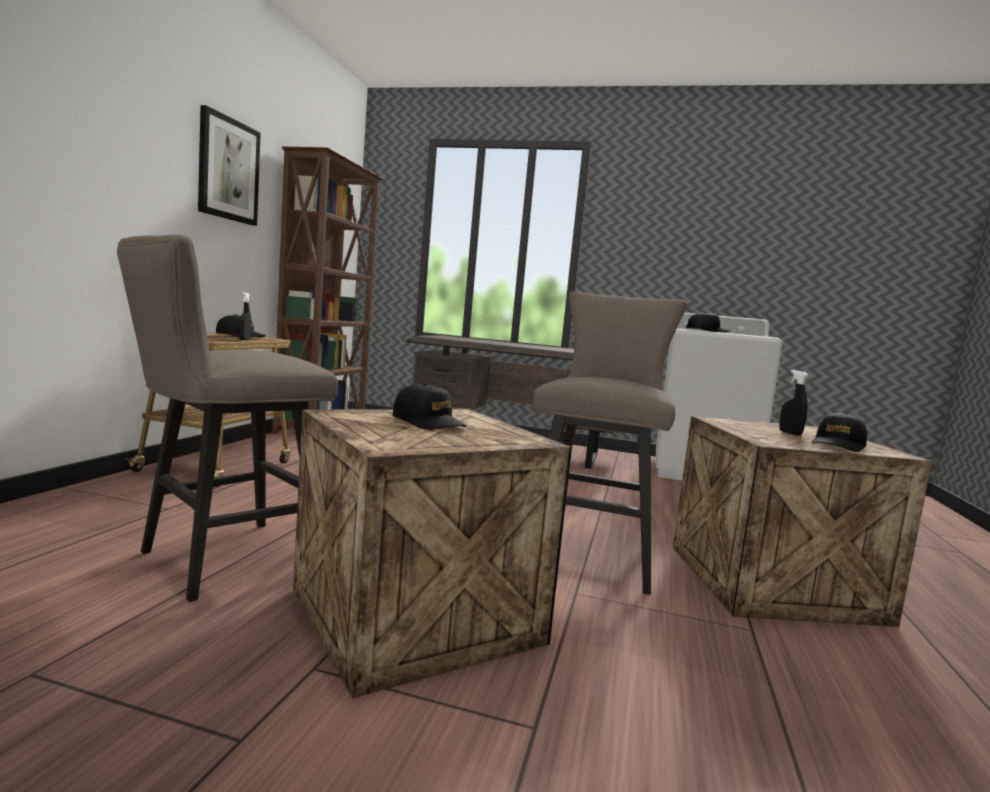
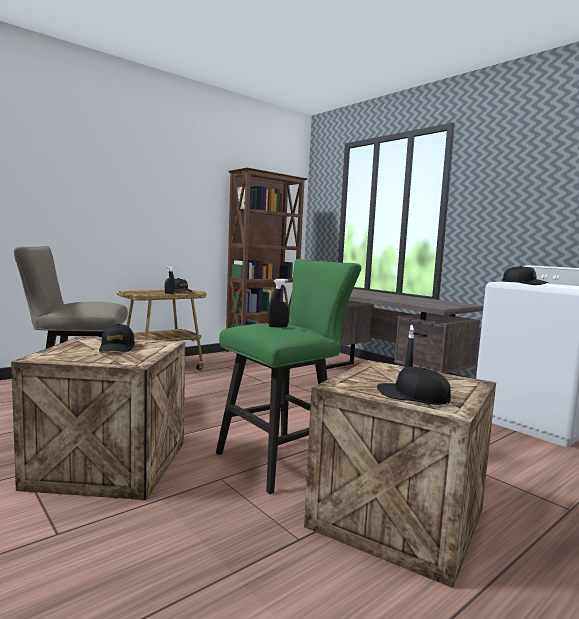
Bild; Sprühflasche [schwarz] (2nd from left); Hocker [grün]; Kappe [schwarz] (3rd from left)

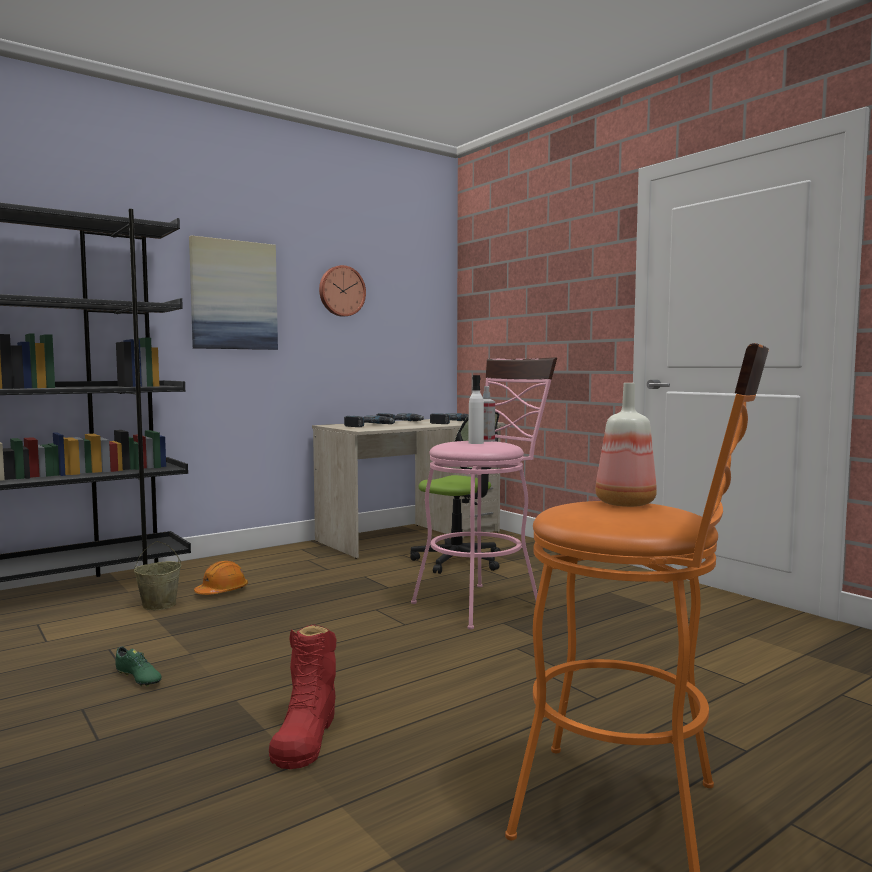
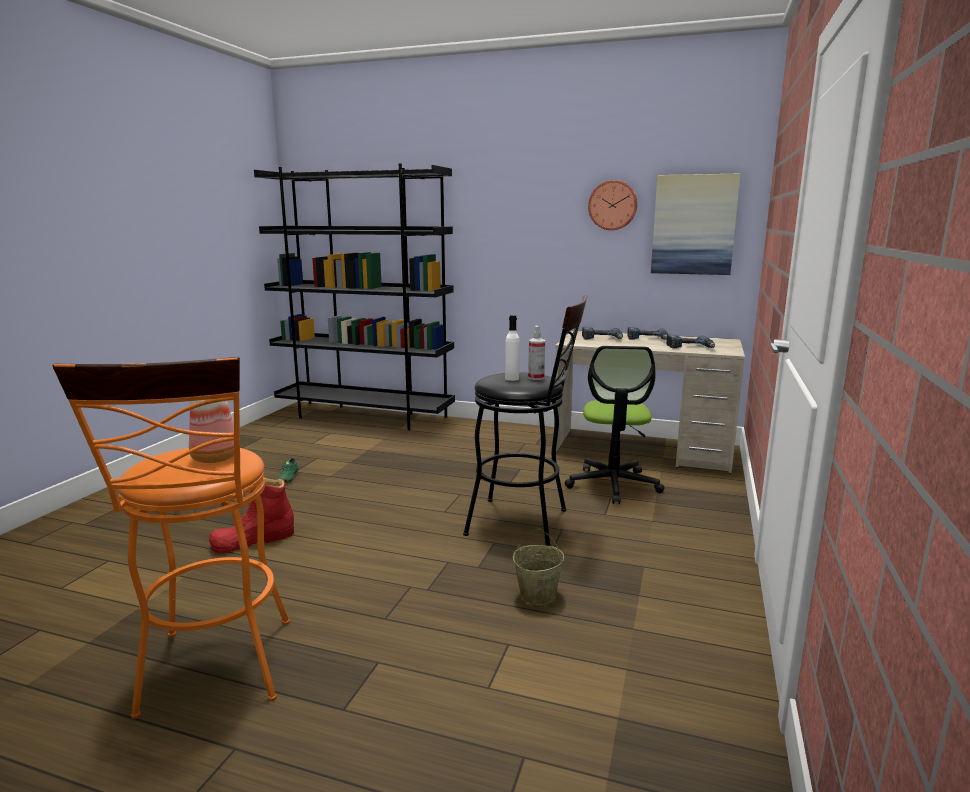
Schutzhelm [orange]; Eimer [beige]; Bild; Hocker [schwarz]

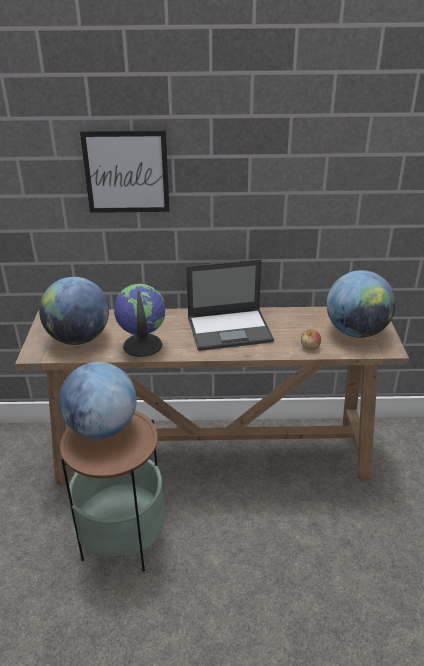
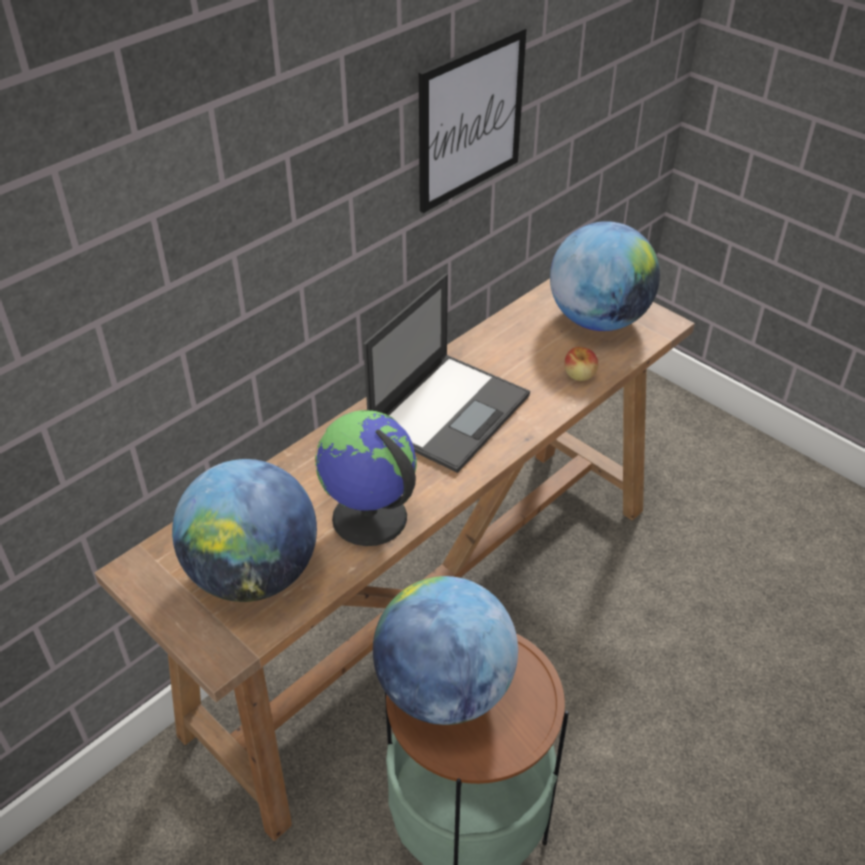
Bild

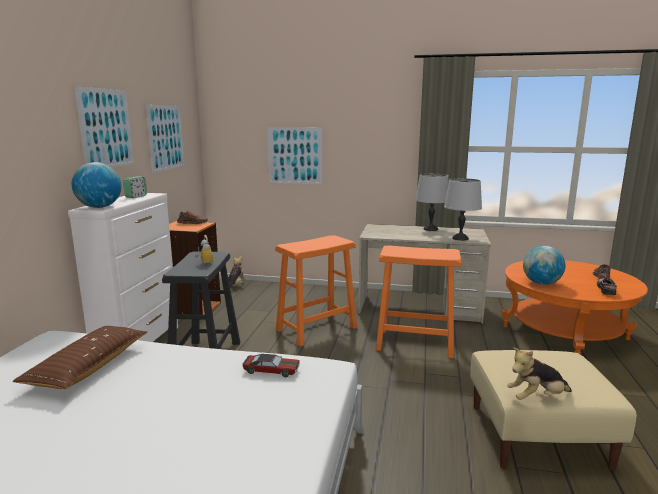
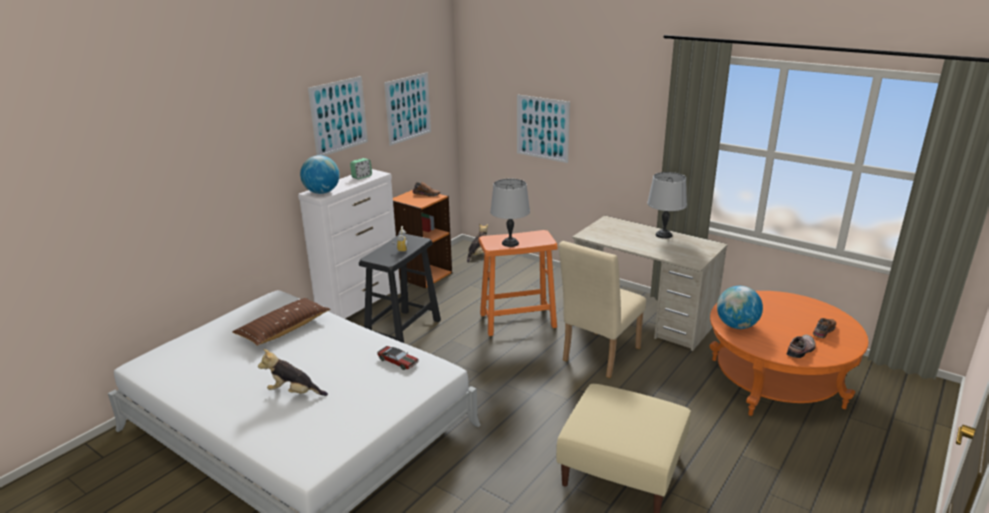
Tischlampe [grau] (1st from left); Plüschtier (1st from left); Stuhl [beige]

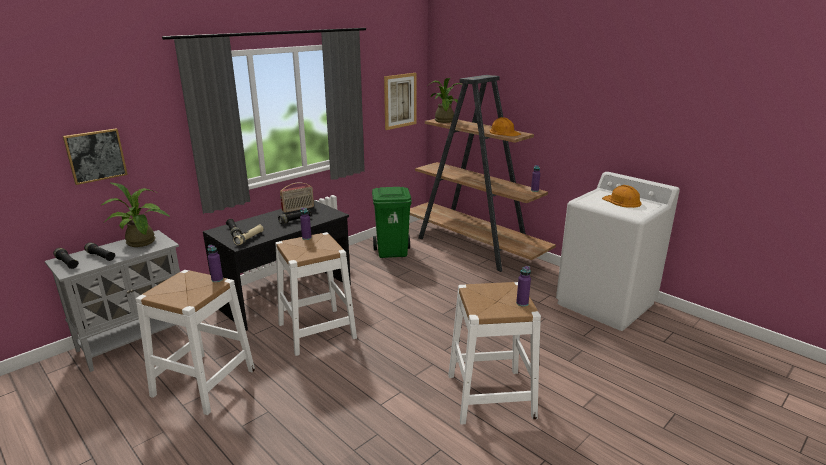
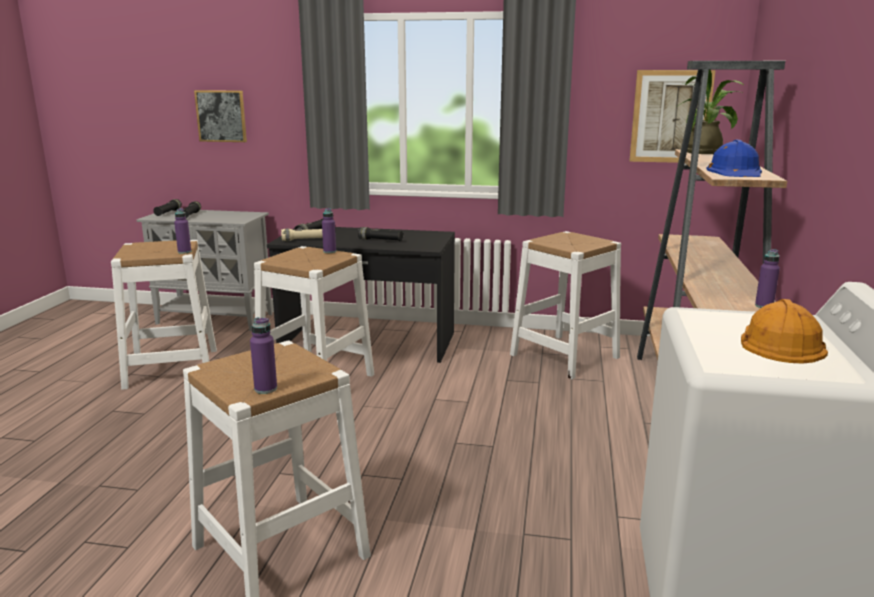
Topfpflanze (1st from left in the first image); Radio; Hocker [weiß] (4th from left); Schutzhelm [blau]

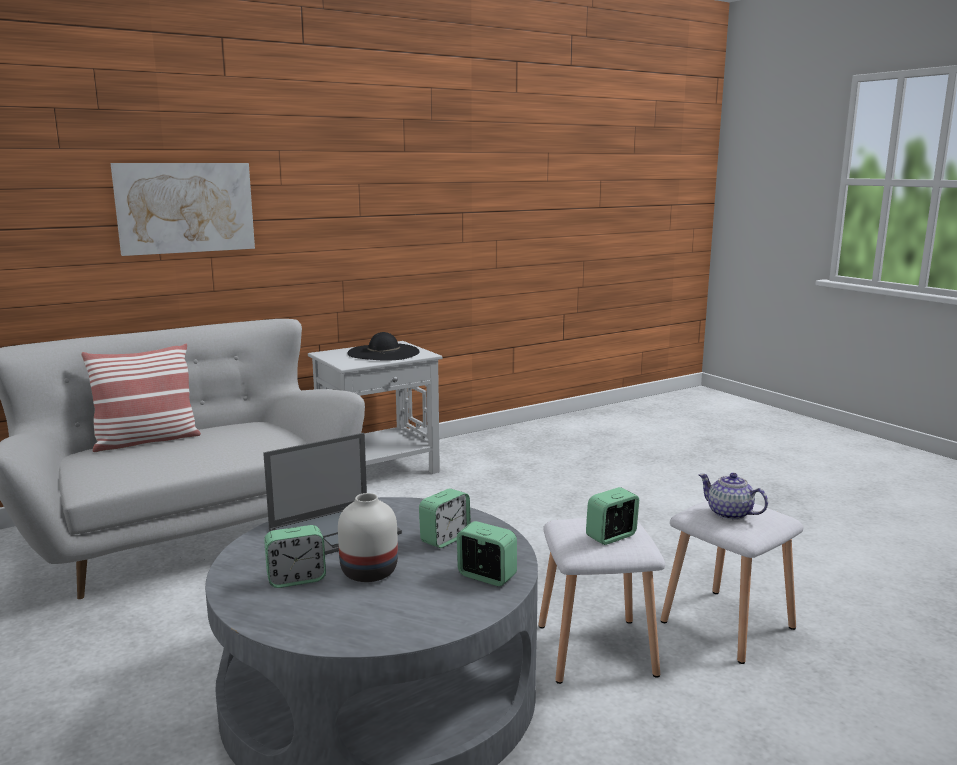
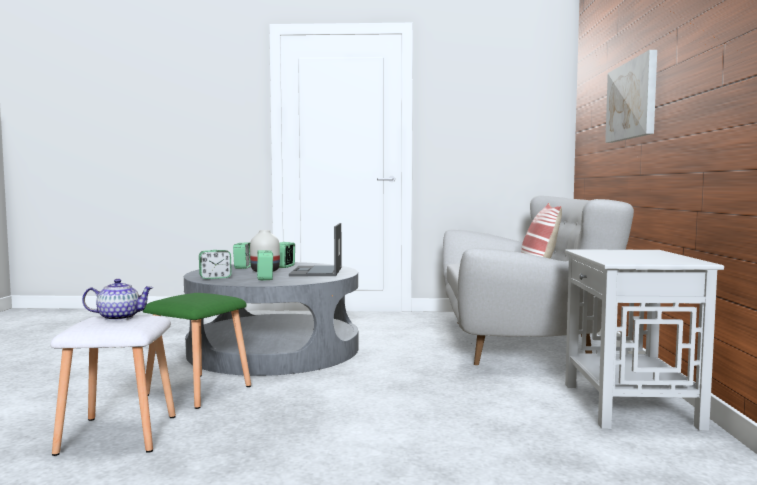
Hut [schwarz]; Wecker (2nd from left); Hocker [grün]

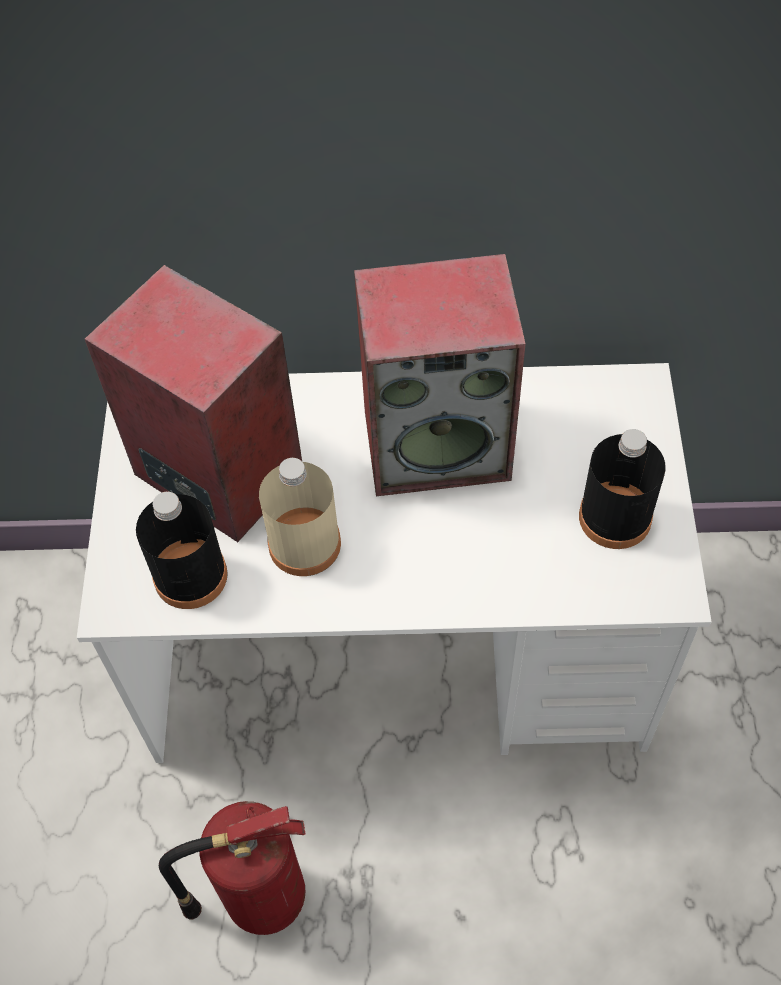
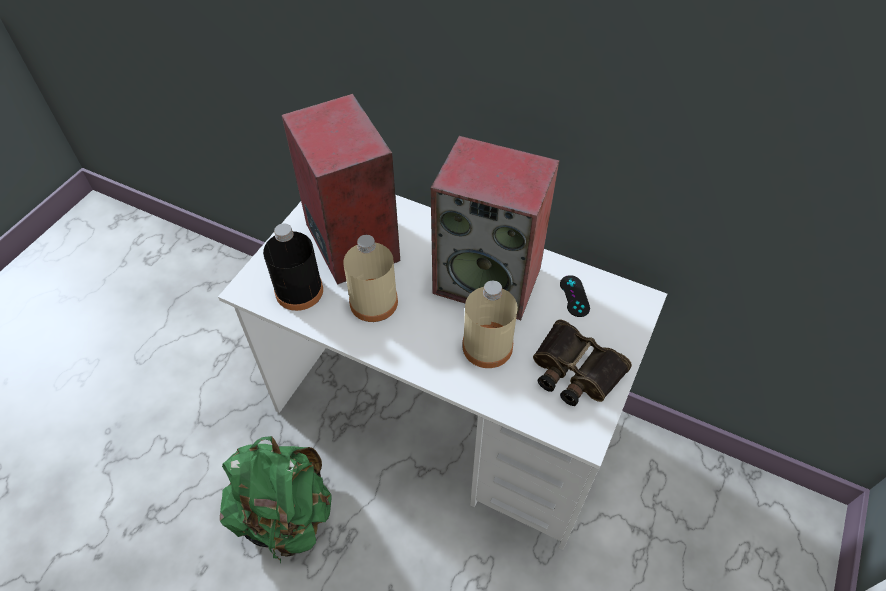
Flasche [beige] (2nd from left); Gamepad [schwarz]; Rucksack [grün]; Fernglas

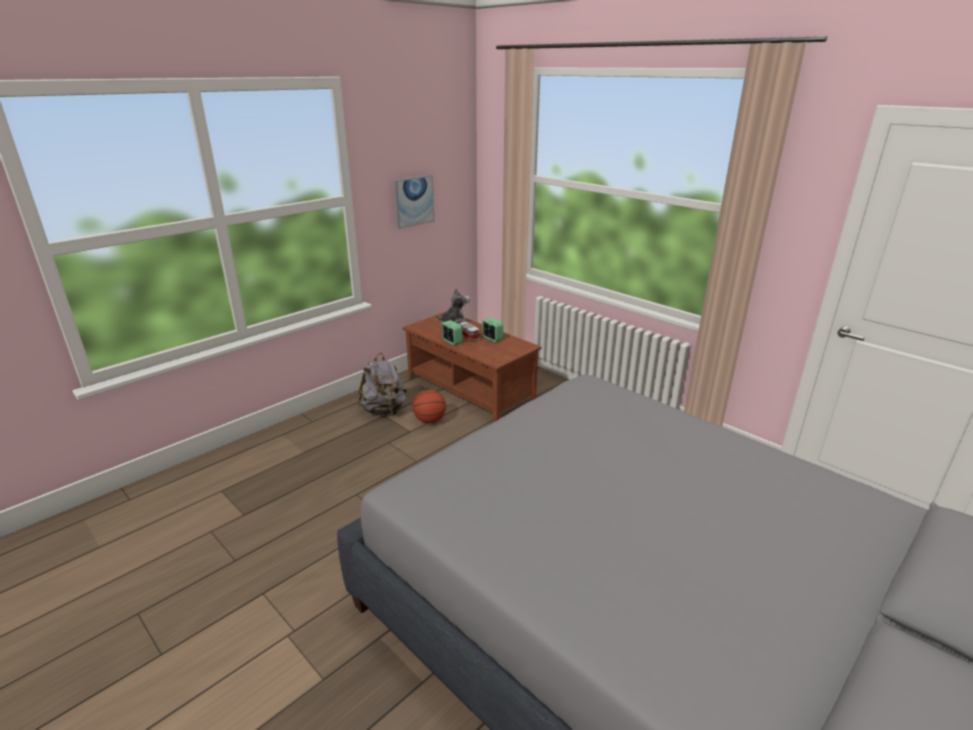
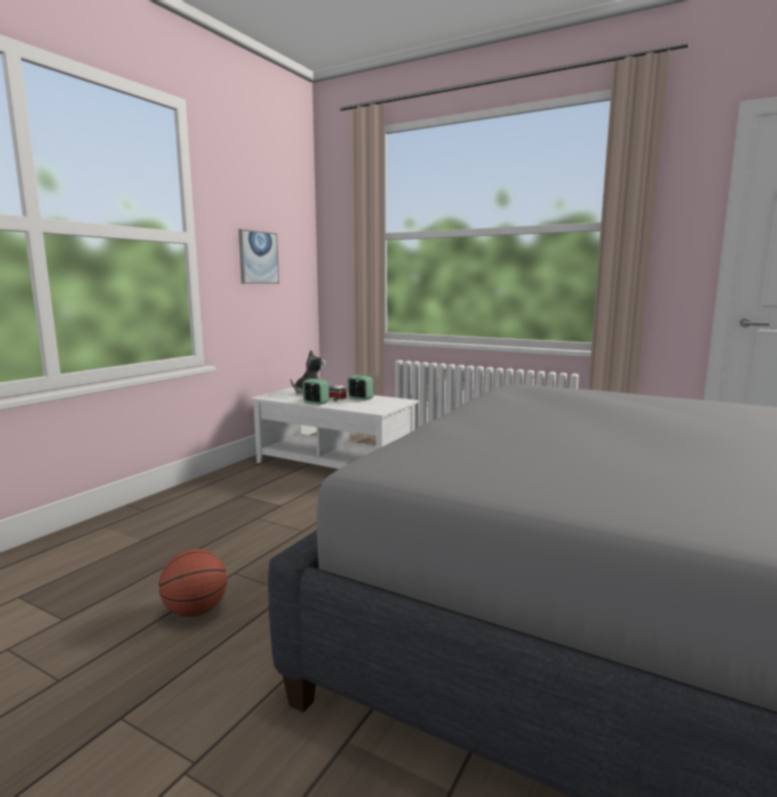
Rucksack [grau]; Basketball; Couchtisch [weiß]

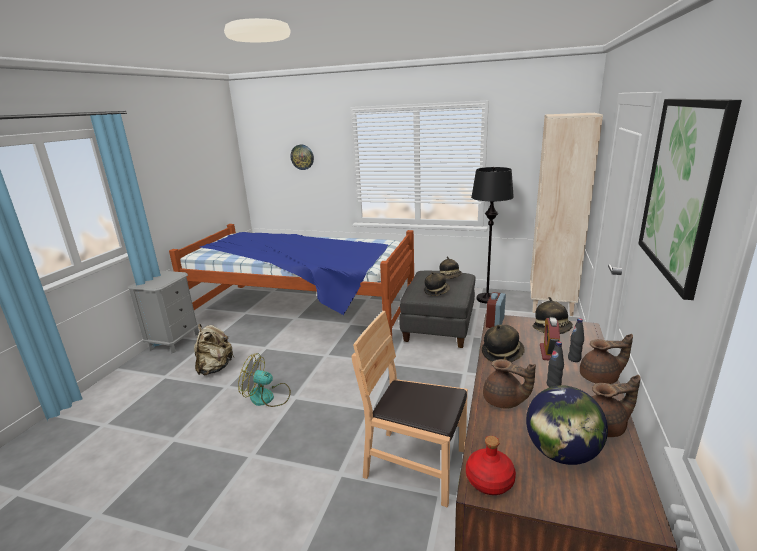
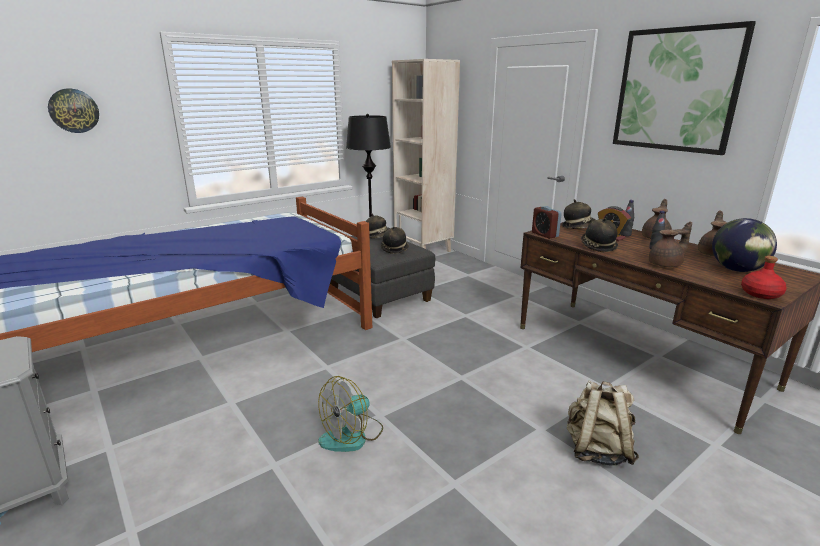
Stuhl [braun]; Rucksack [beige]

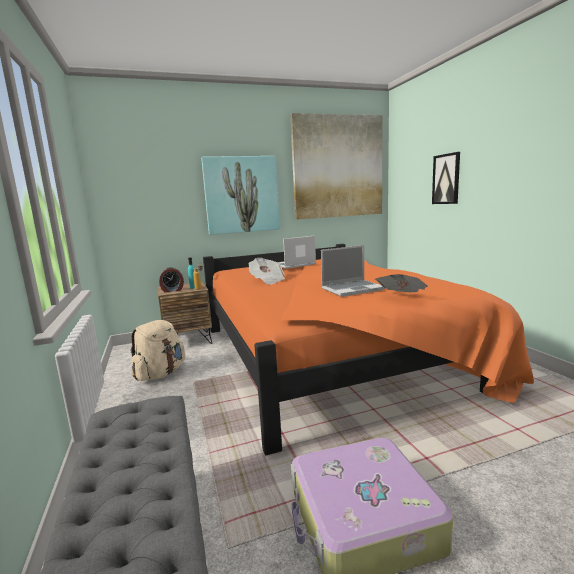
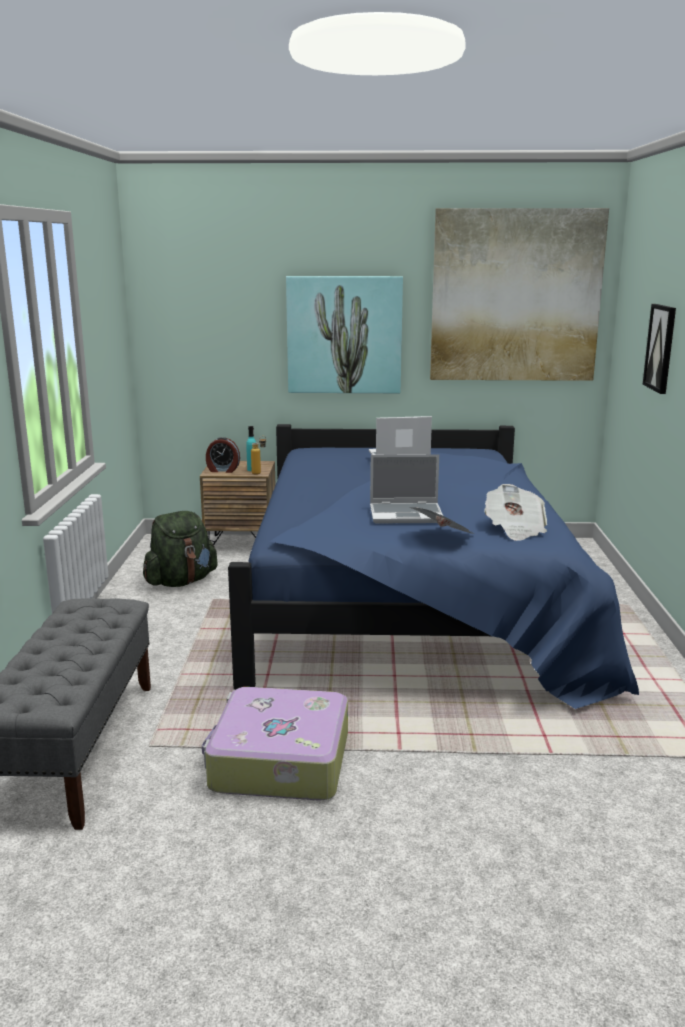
Zeitung (2nd from left); Rucksack [grün]; Bett [blau]

